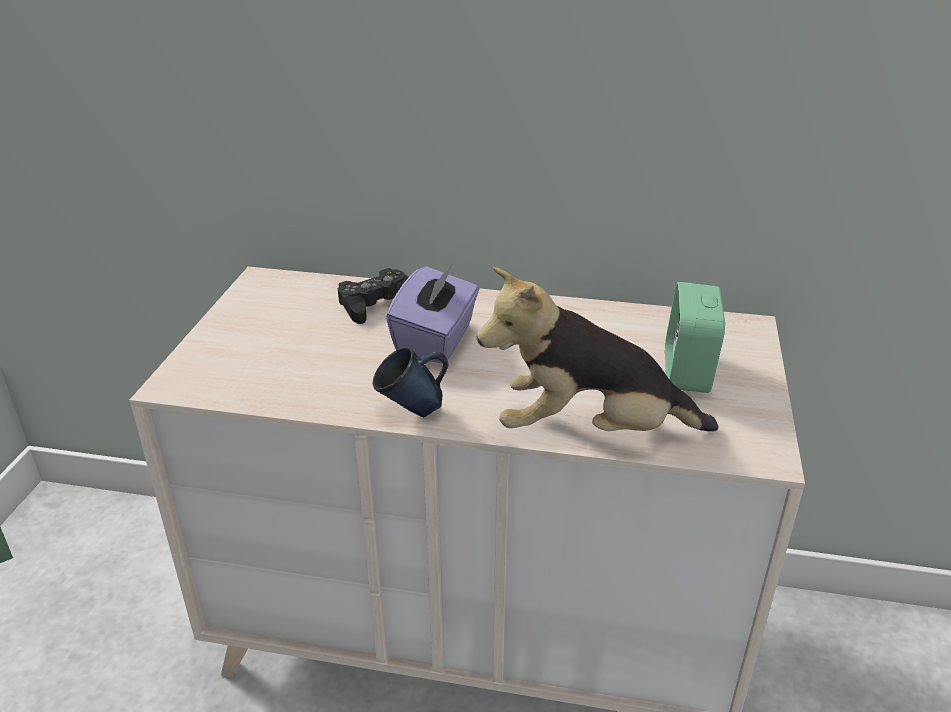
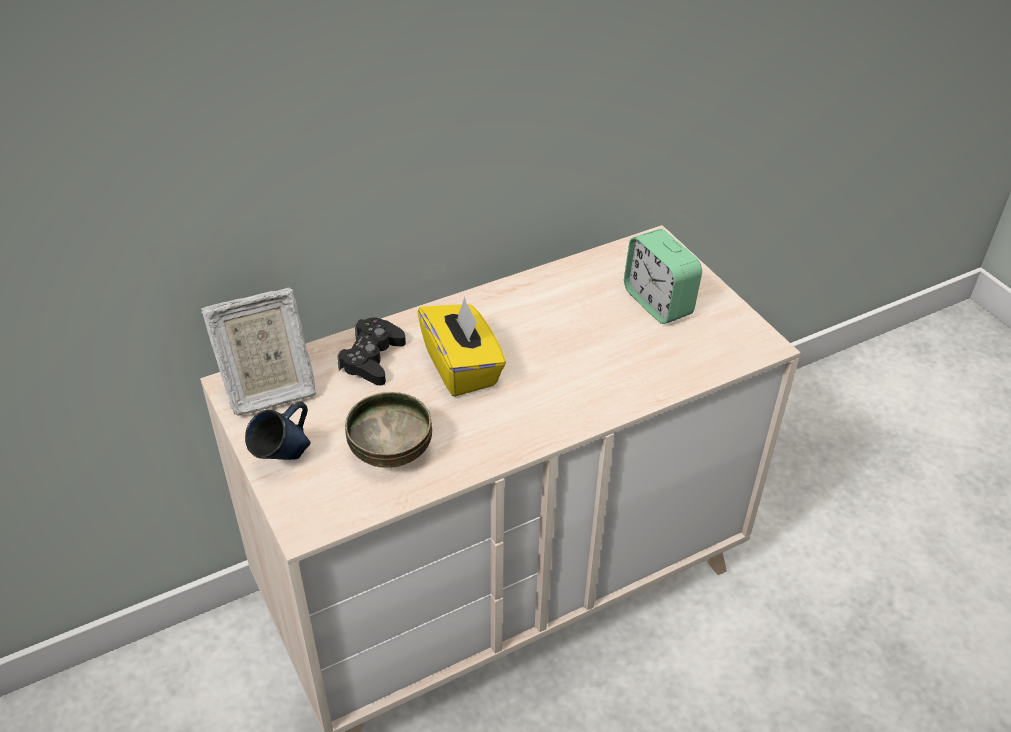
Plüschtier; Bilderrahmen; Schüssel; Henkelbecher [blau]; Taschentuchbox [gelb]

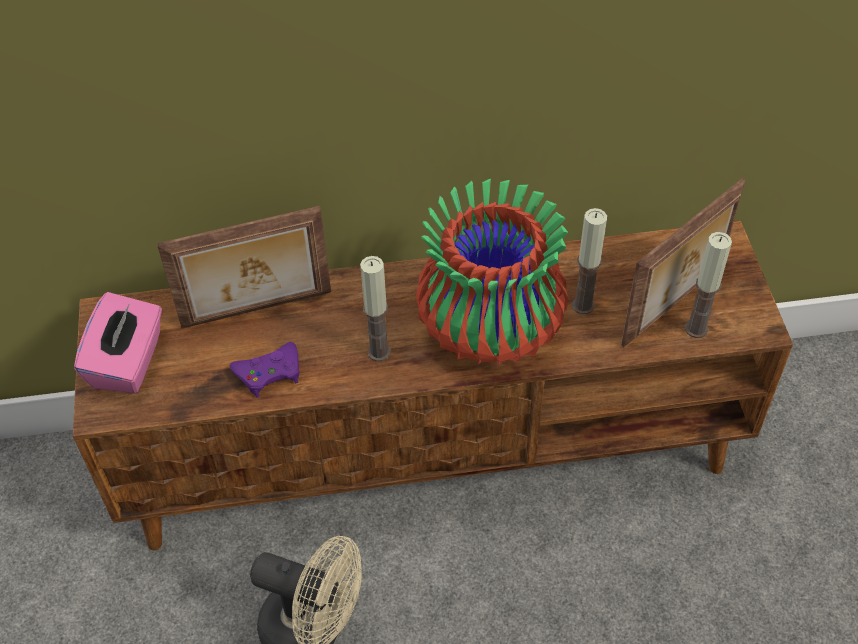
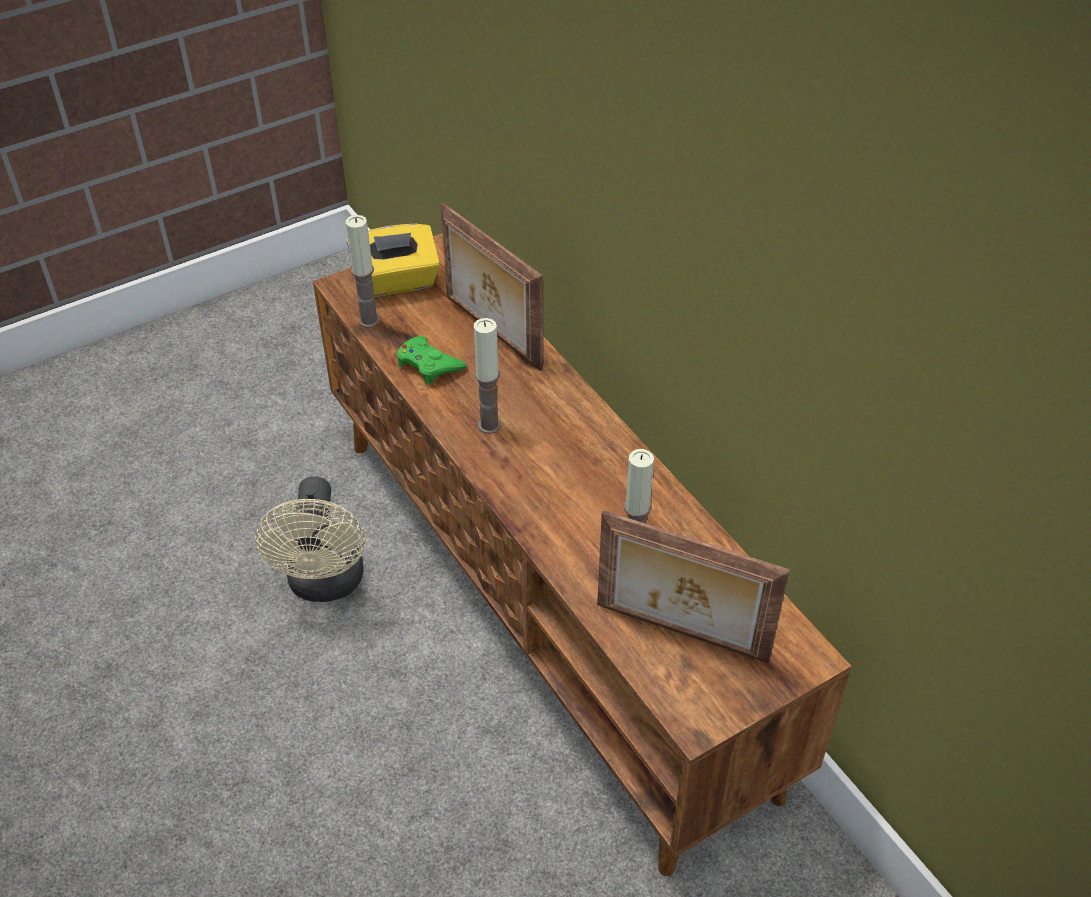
Vase; Kerze (1st from left); Taschentuchbox [gelb]; Gamepad [grün]

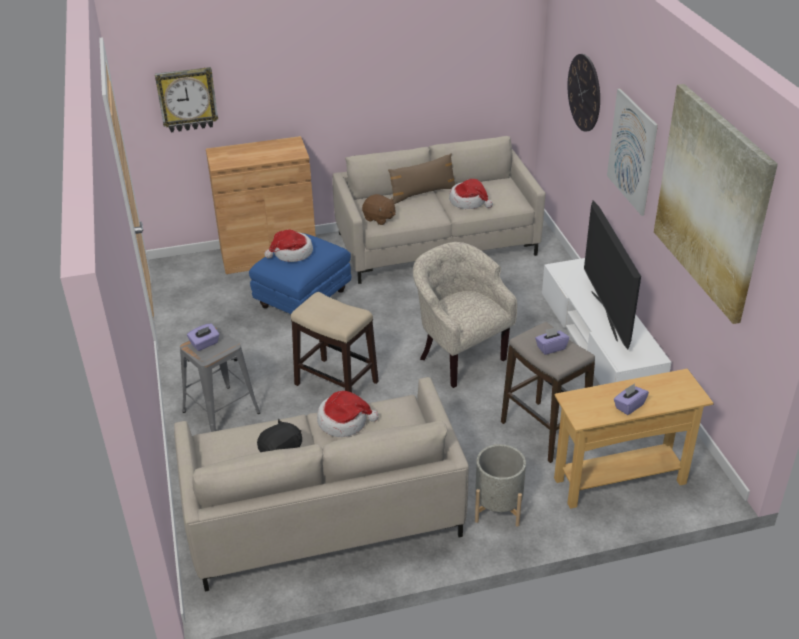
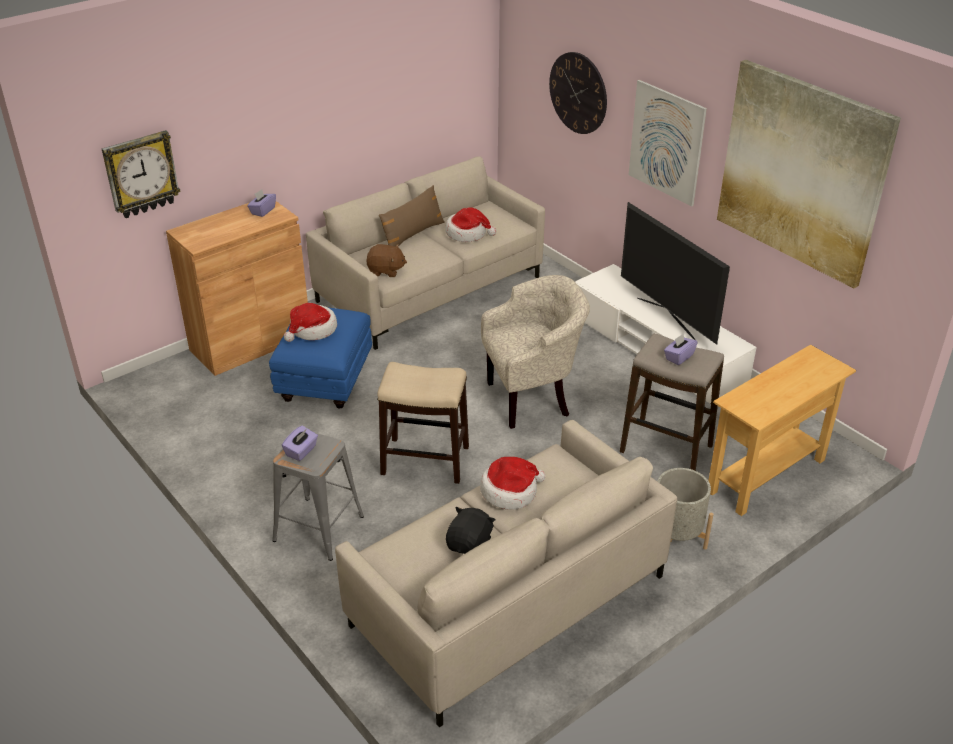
Taschentuchbox [lila] (1st from left); Sessel [beige]

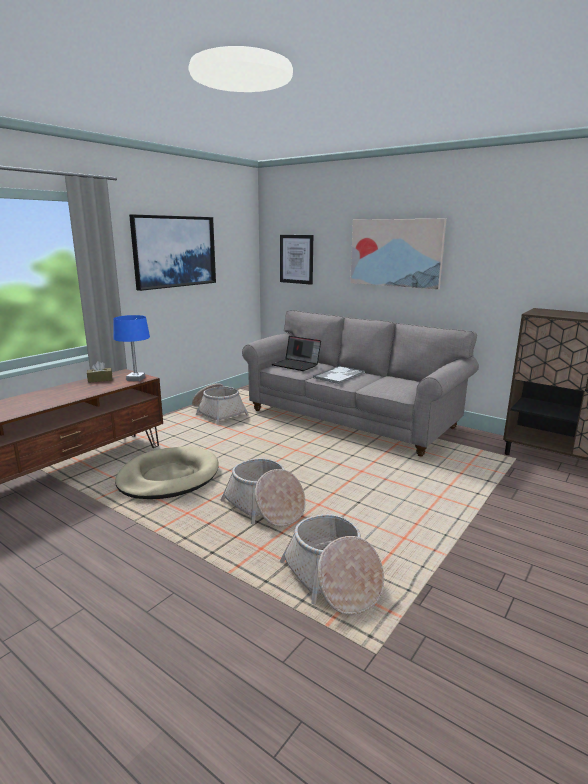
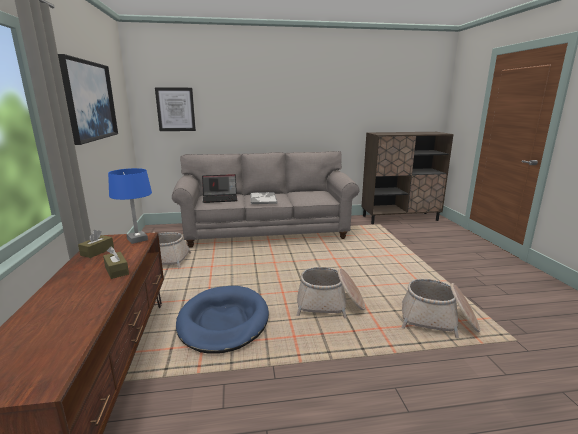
Bild (3rd from left in the first image); Taschentuchbox [braun] (2nd from left); Hundebett [blau]

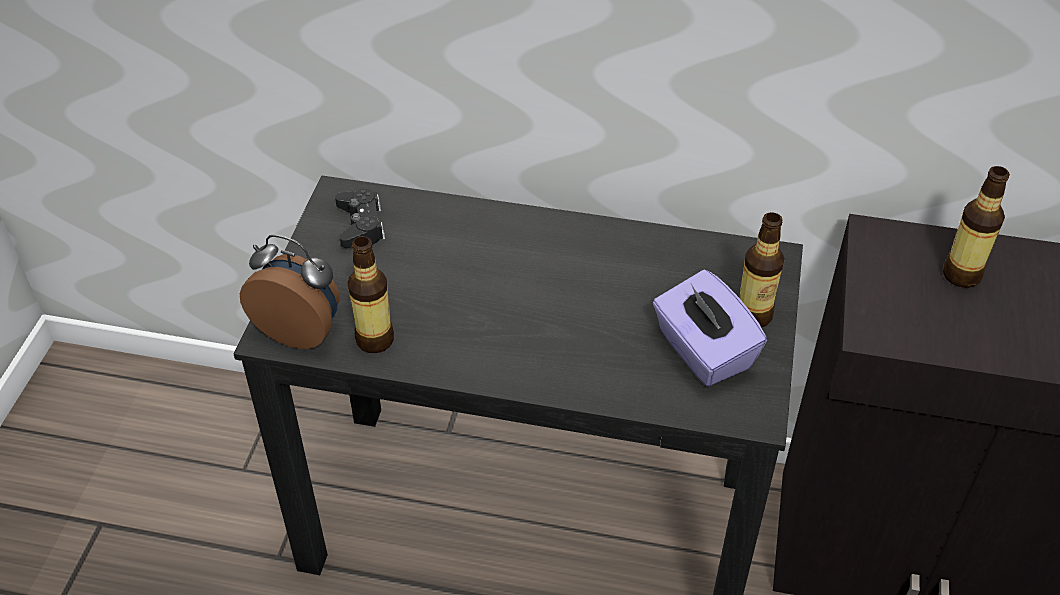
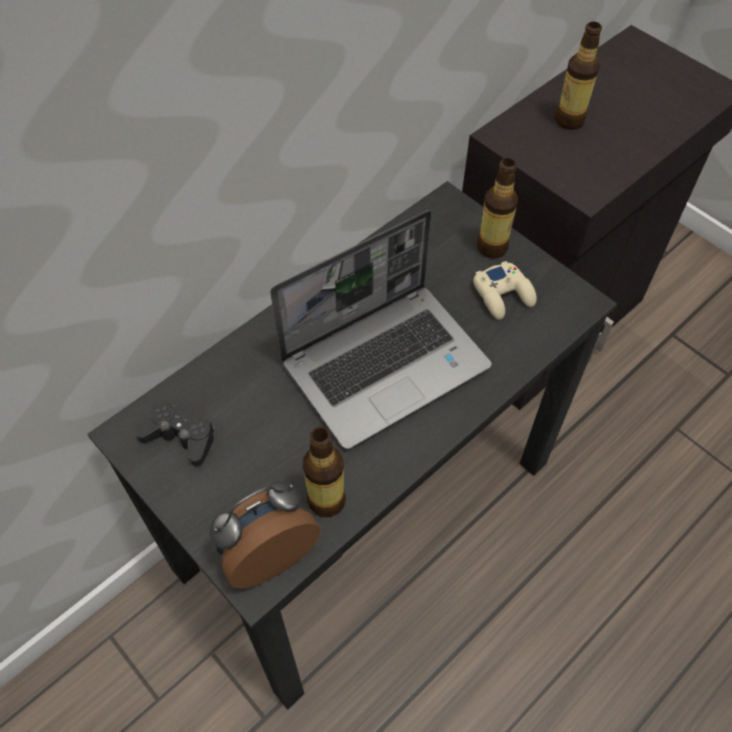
Laptop; Gamepad [beige]

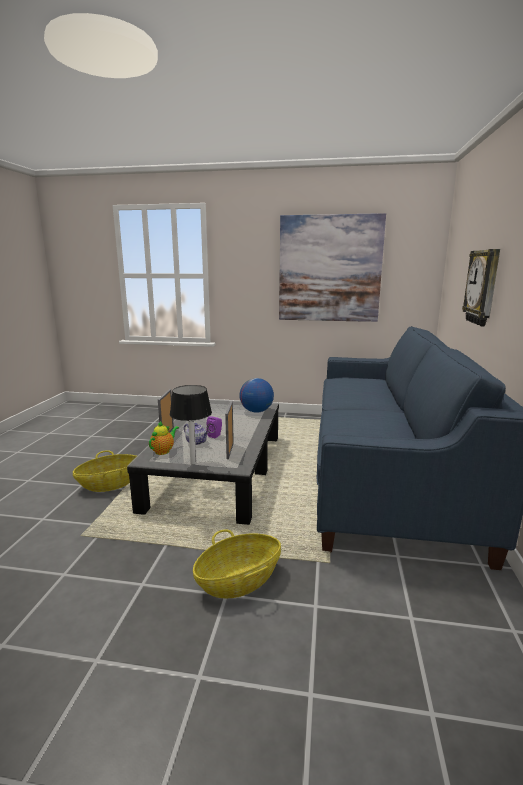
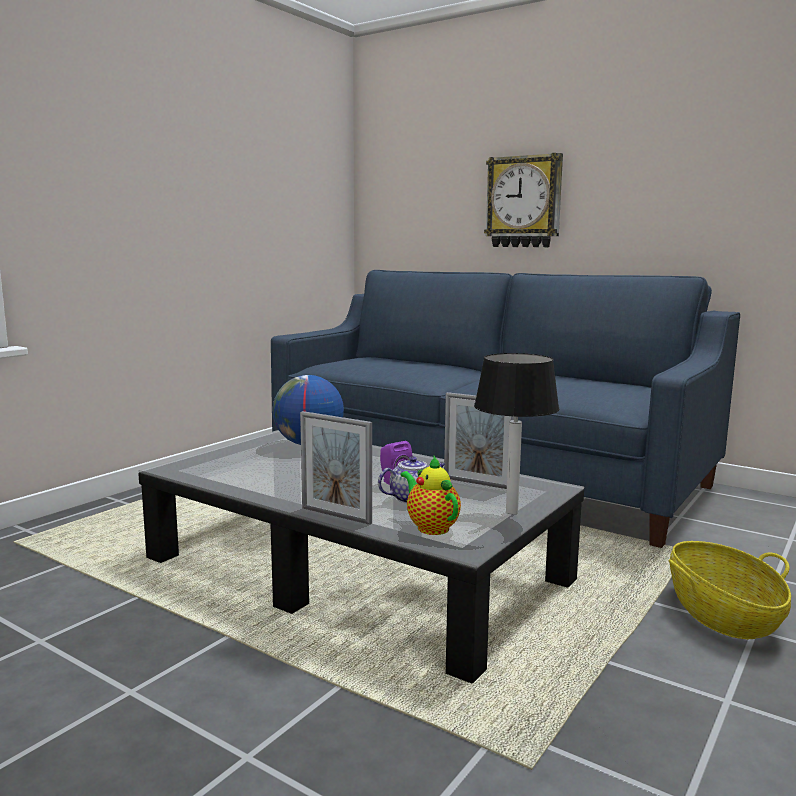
Korb (1st from left in the first image); Bild

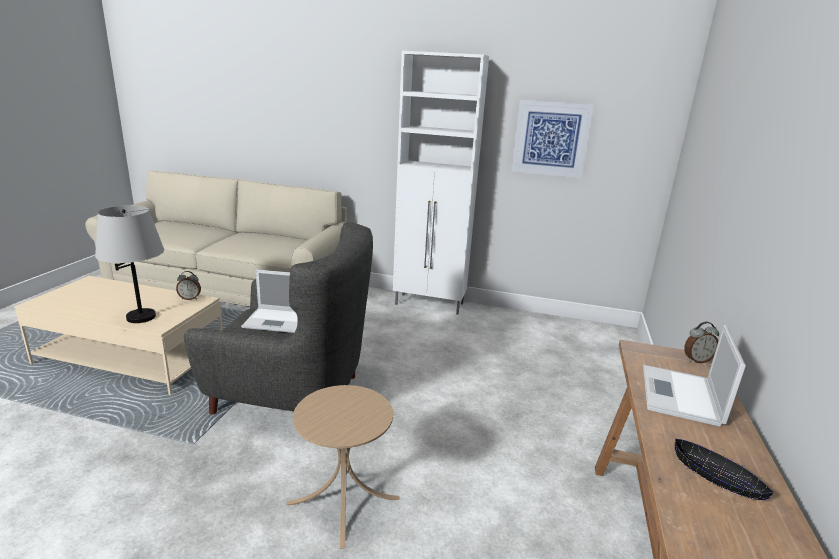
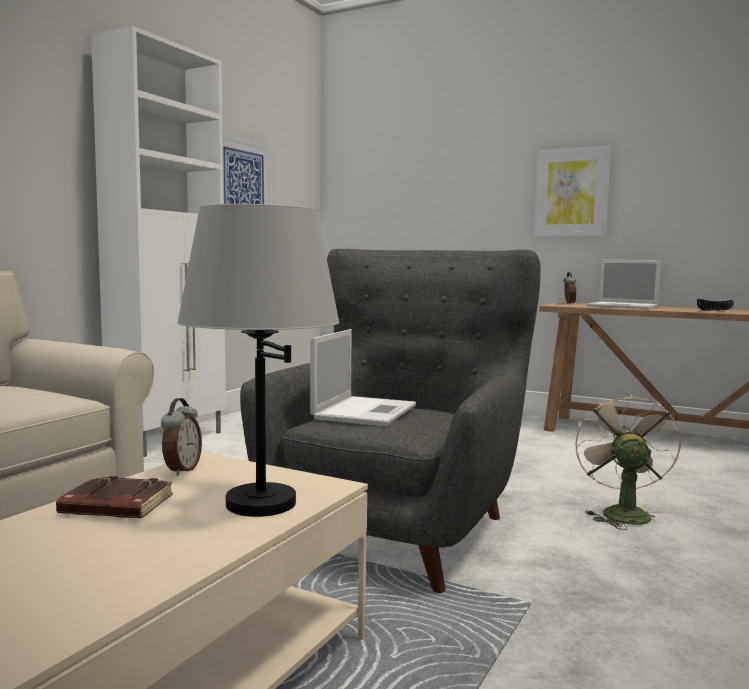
Buch [braun]; Bild (2nd from left); Ventilator [beige]

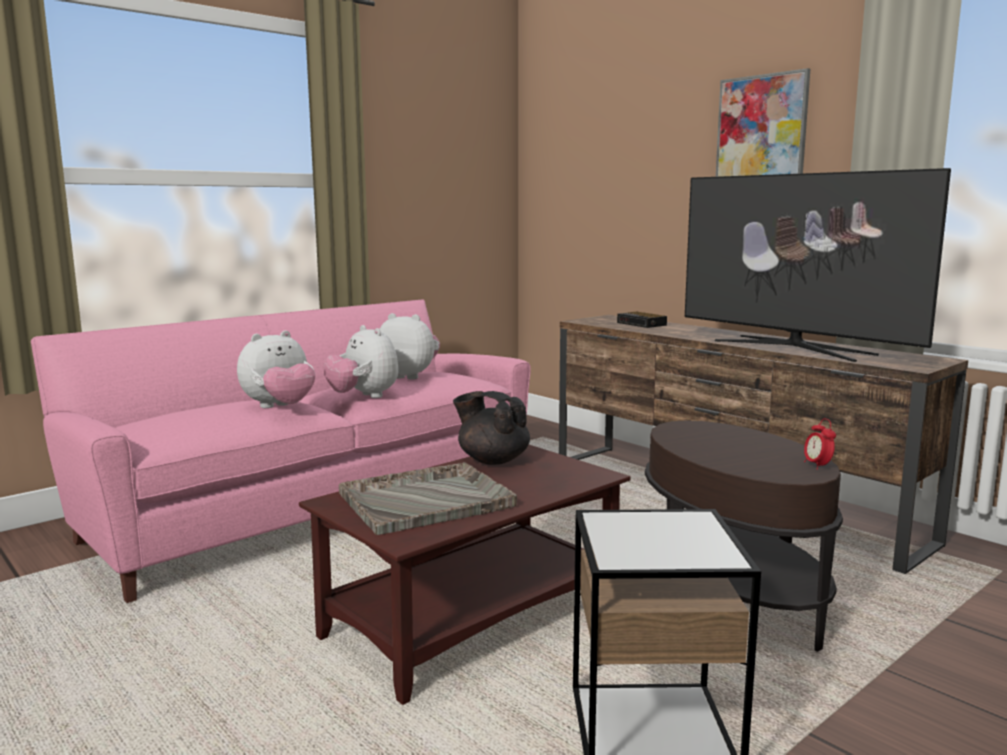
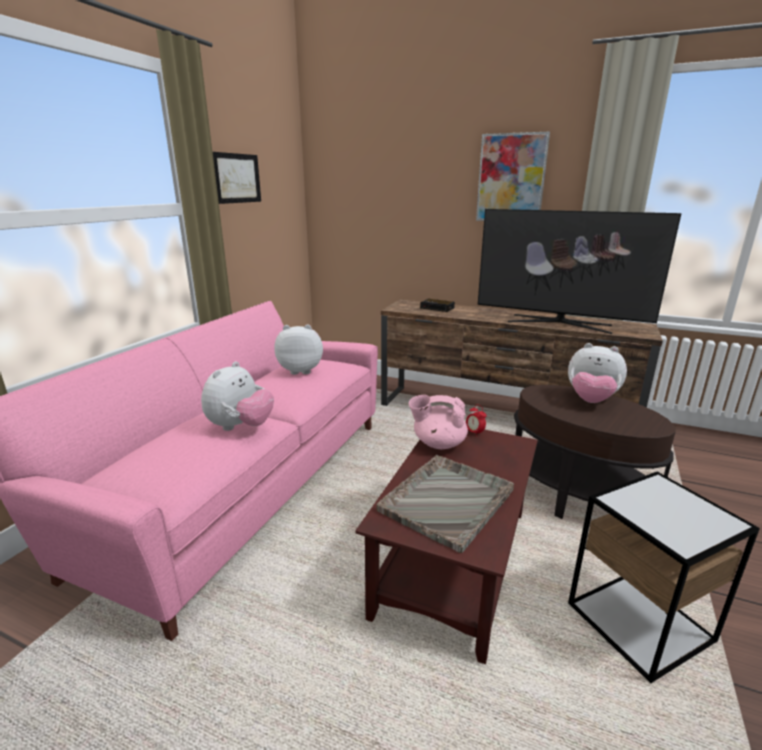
Bild (1st from left); Plüschtier (3rd from left); Wecker (2nd from left); Teekanne [rosa]

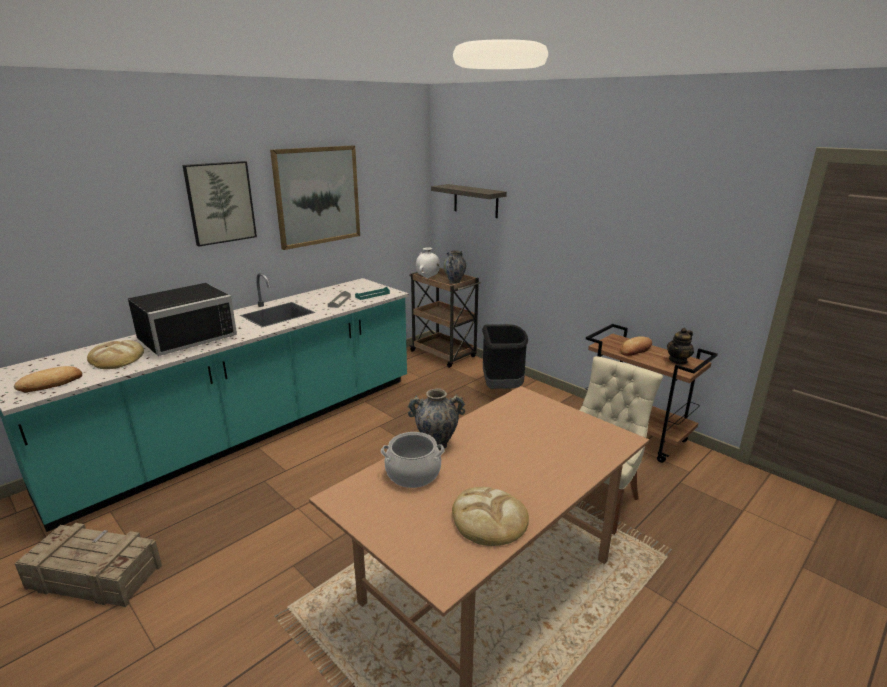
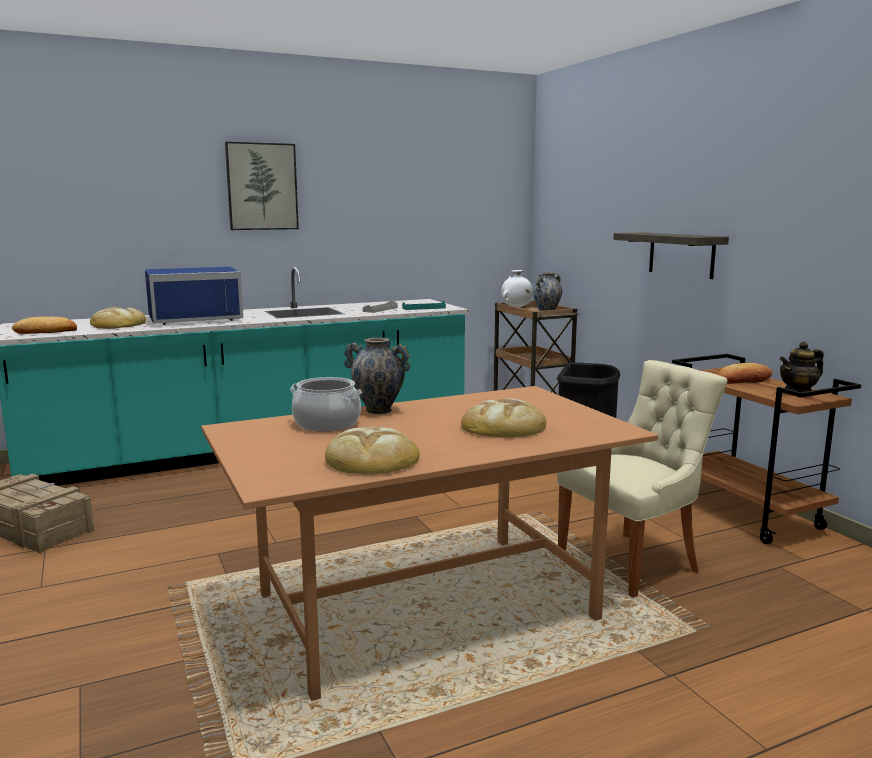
Bild (2nd from left in the first image); Brot (4th from left); Wandregal; Mikrowelle [blau]

